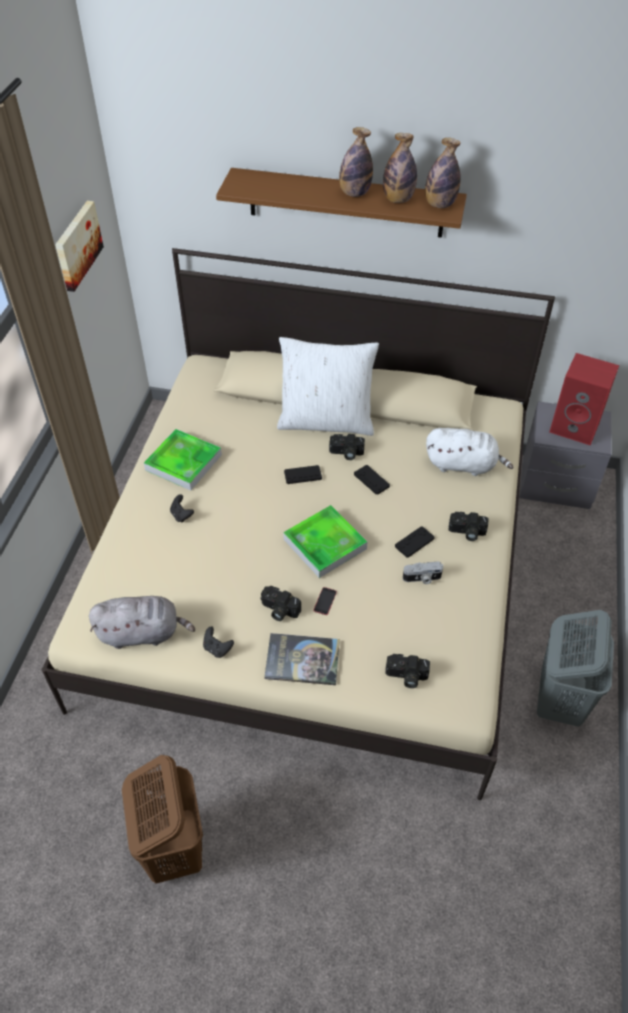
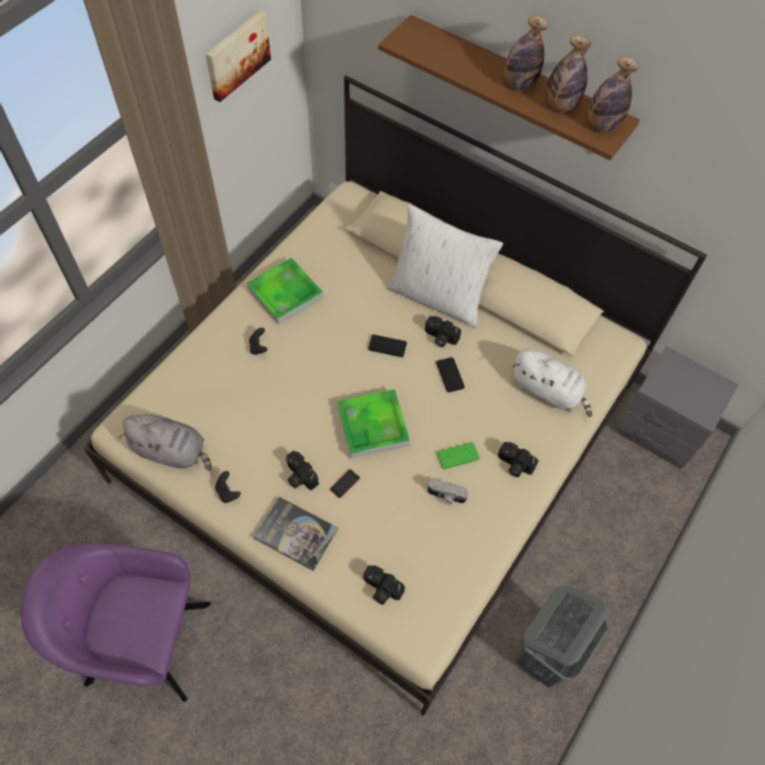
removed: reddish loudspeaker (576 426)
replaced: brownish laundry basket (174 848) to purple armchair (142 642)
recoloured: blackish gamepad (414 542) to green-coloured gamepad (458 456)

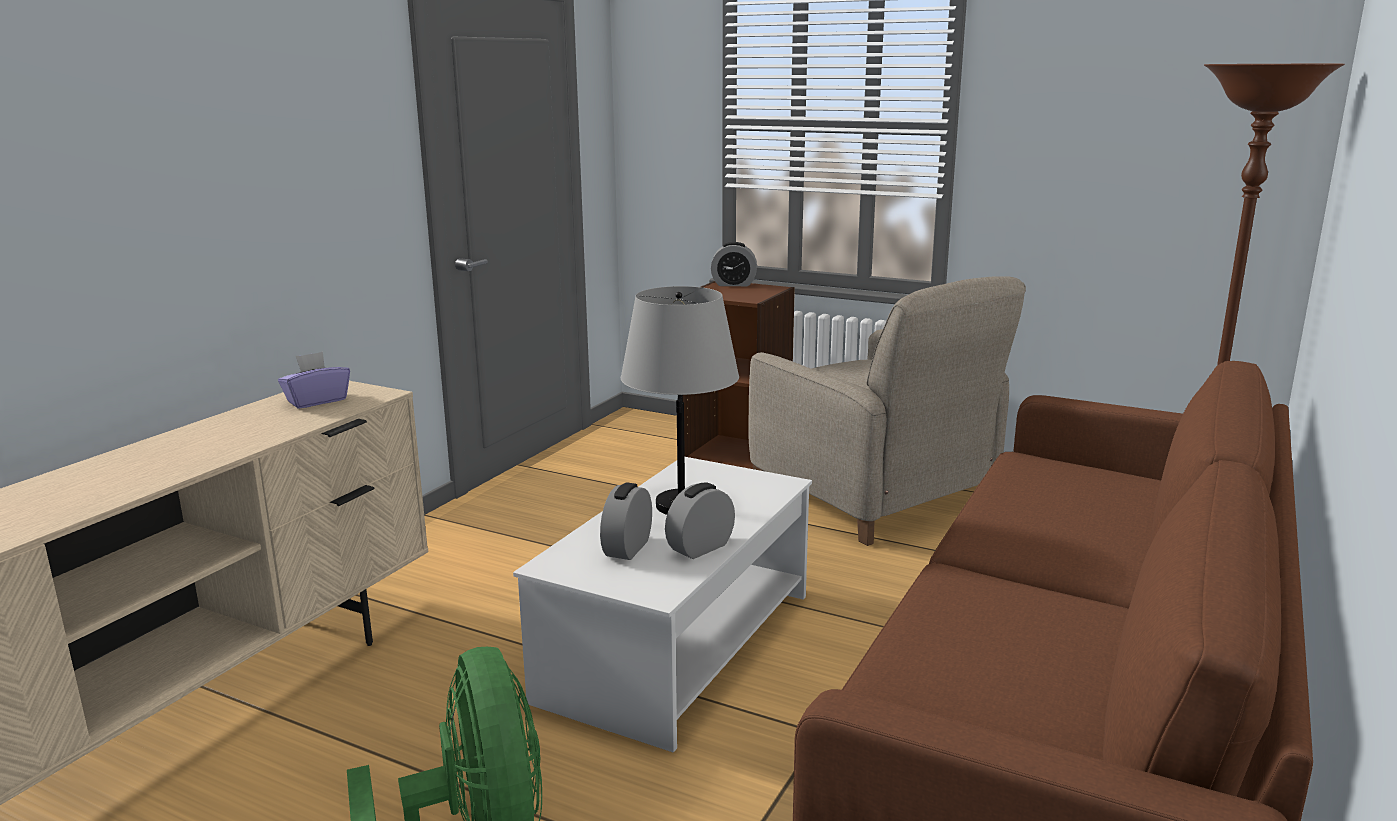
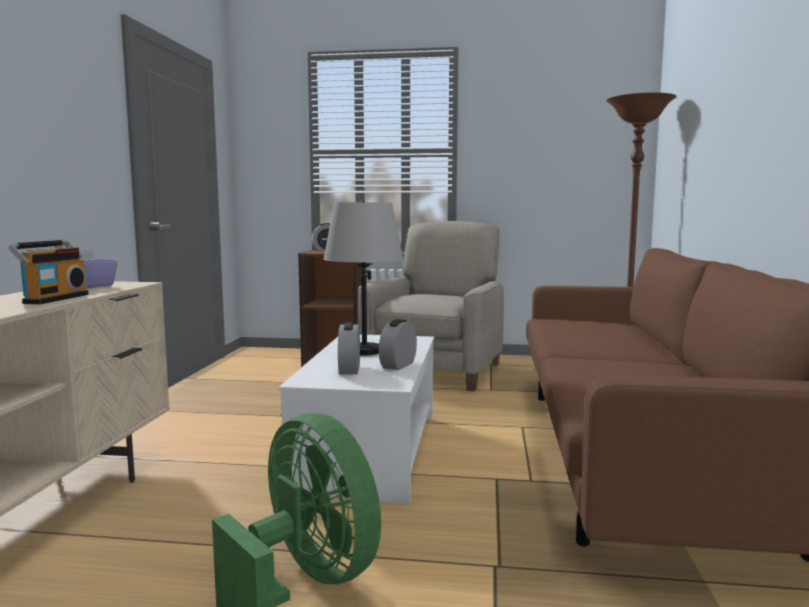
added: radio (54 299)
turned: sand-coloured armchair (875 495) = (435 371) 105 degrees counterclockwise

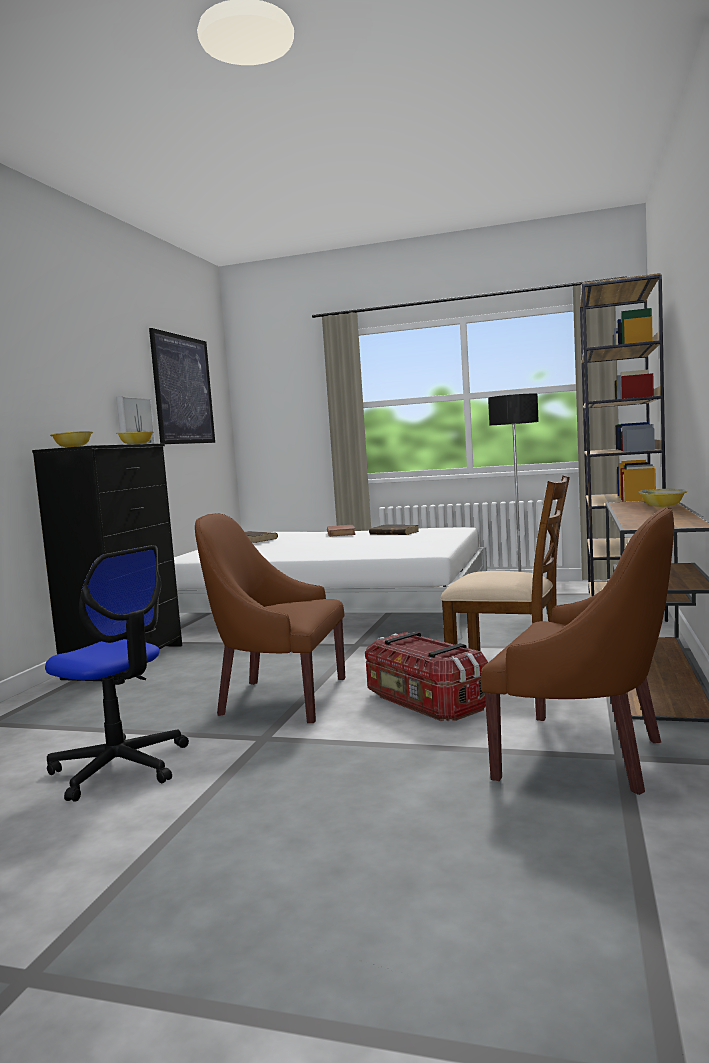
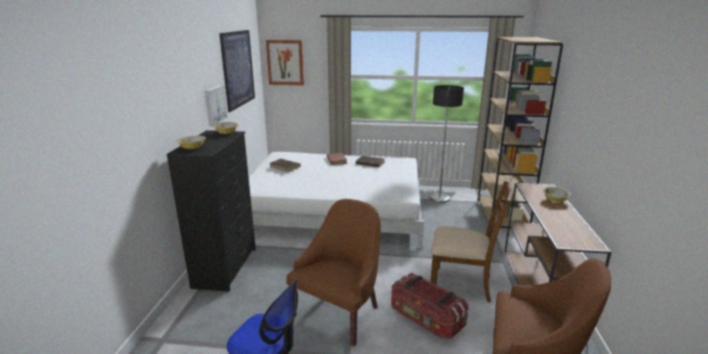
added: wall picture (285 62)
turned: brownish armchair (280 698) = (339 312) 120 degrees clockwise

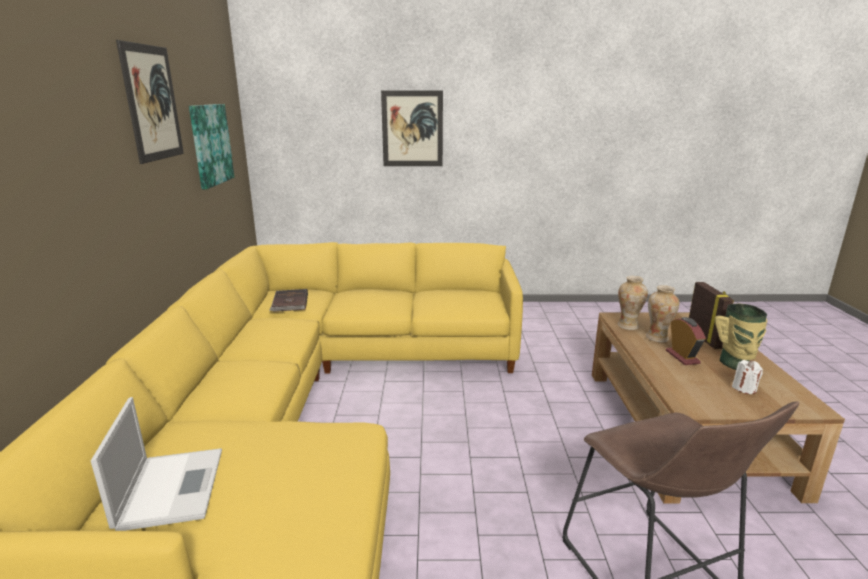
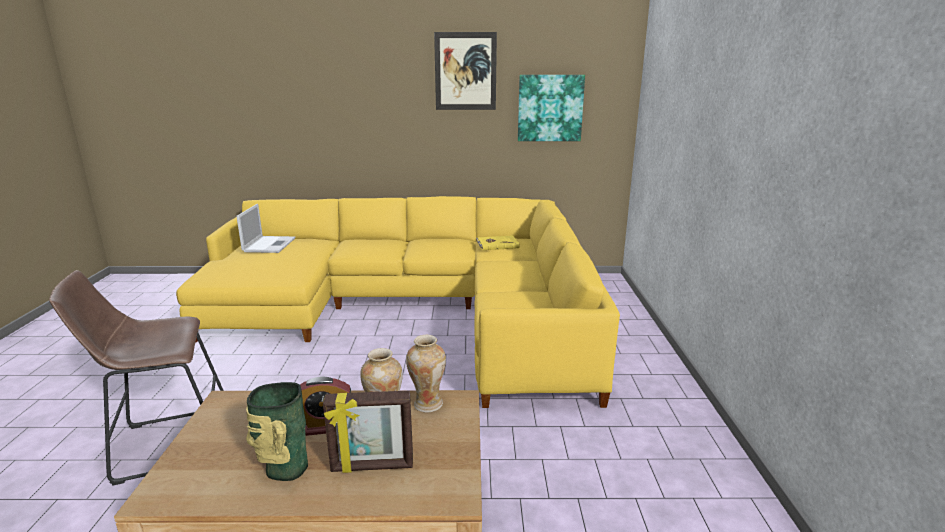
removed: wall picture (412 129); white-coloured wax light (744 388)
recoloured: brownish volume (289 302) to yellow volume (497 244)
turned: notebook computer (171 486) = (269 244) 75 degrees counterclockwise

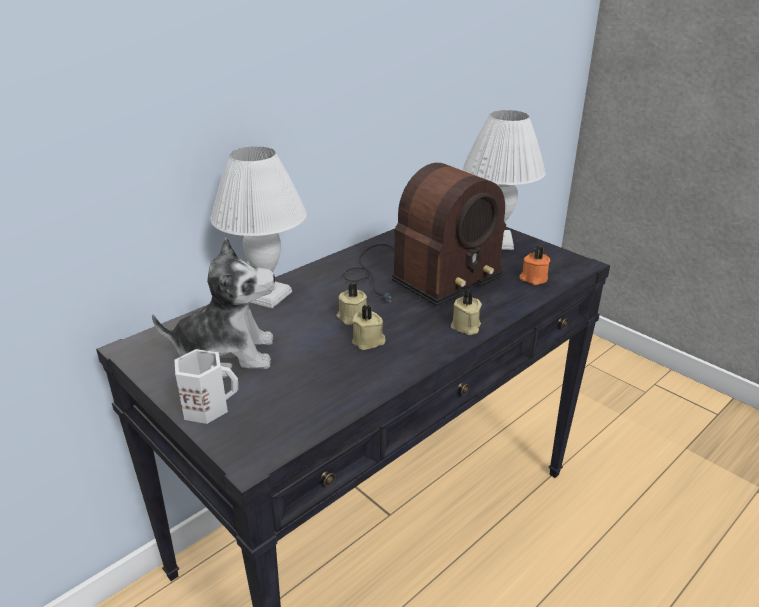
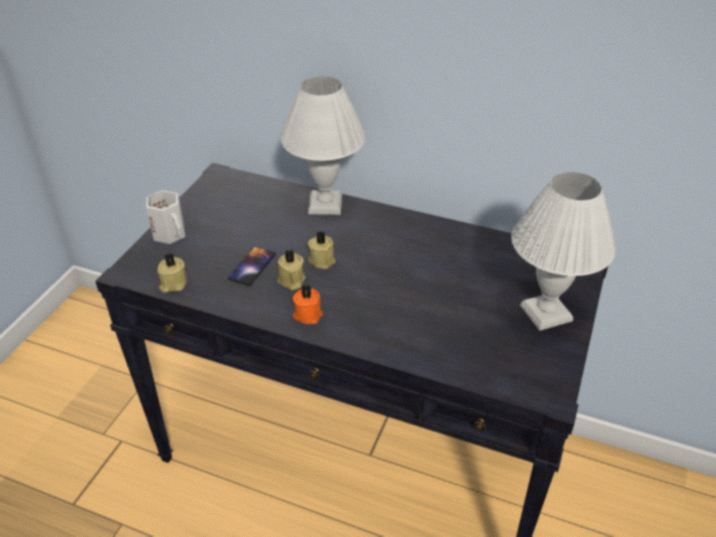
removed: plush toy (227 354); radio (419 277)
added: telephone (252 266)
moved: sand-coloured wax light (465 327) to (173 284); orange wax light (533 278) to (307 314)

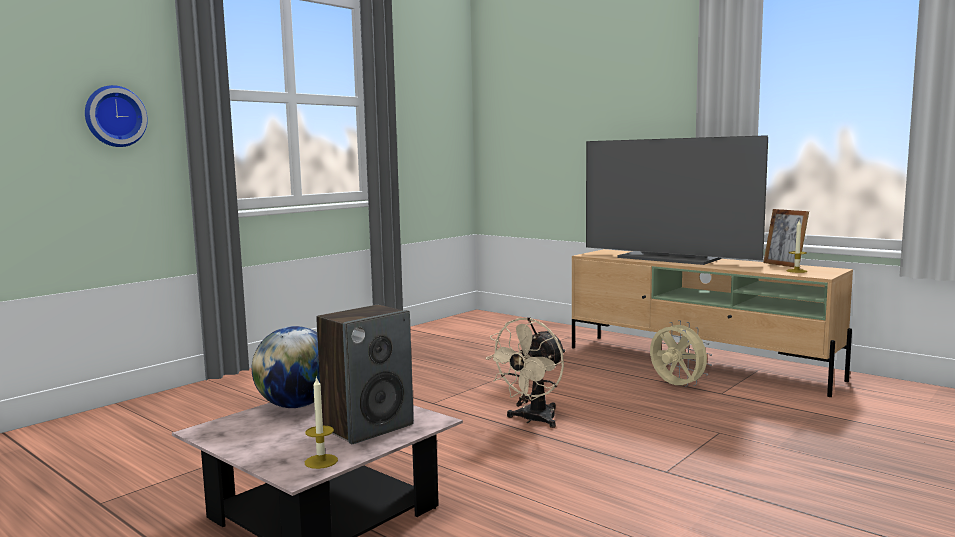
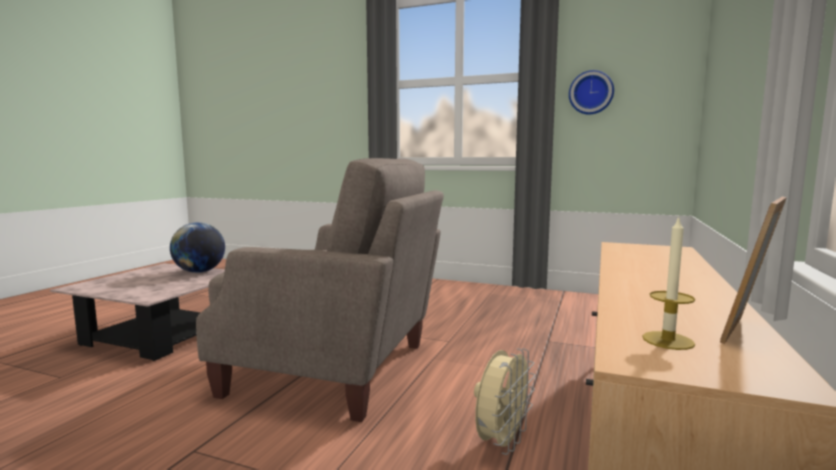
removed: wax light (321 461); loudspeaker (368 427); TV (669 258)
moved: hanging clock (114 116) to (591 93)
replaced: sand-coloured fan (532 420) to sand-coloured armchair (335 369)

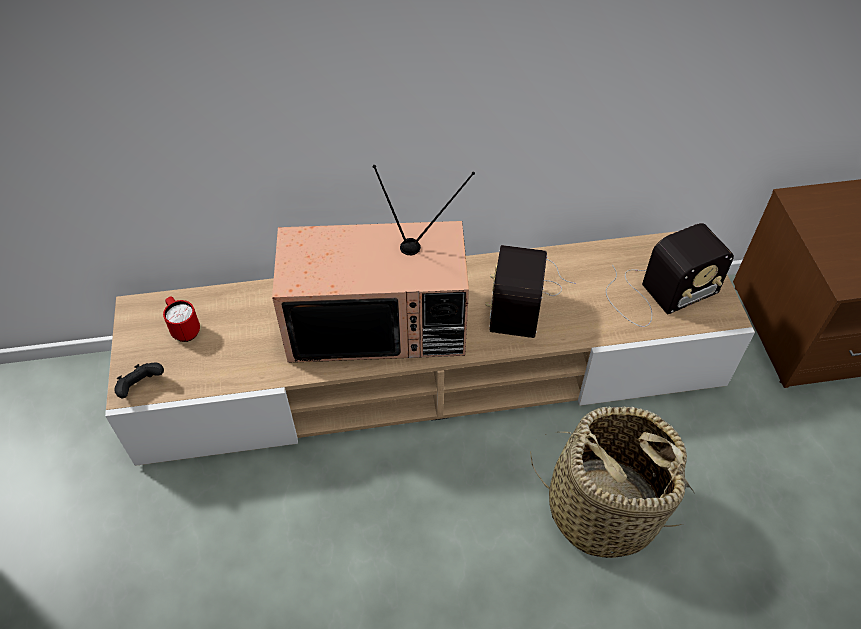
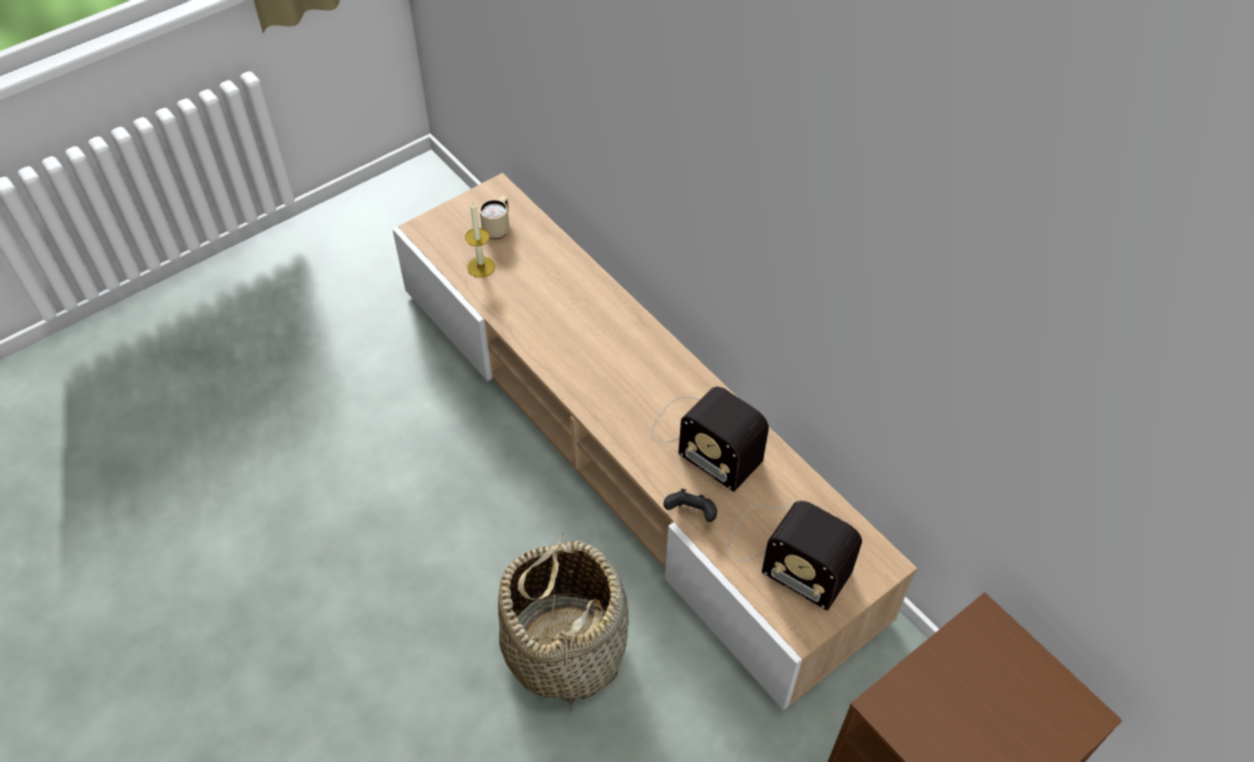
removed: TV (379 322)
added: wax light (481 267)
moved: blackish gamepad (141 387) to (691 513)
recoloured: reddish mug (184 329) to sand-coloured mug (498 228)
turned: radio (523 292) = (703 439) 120 degrees counterclockwise

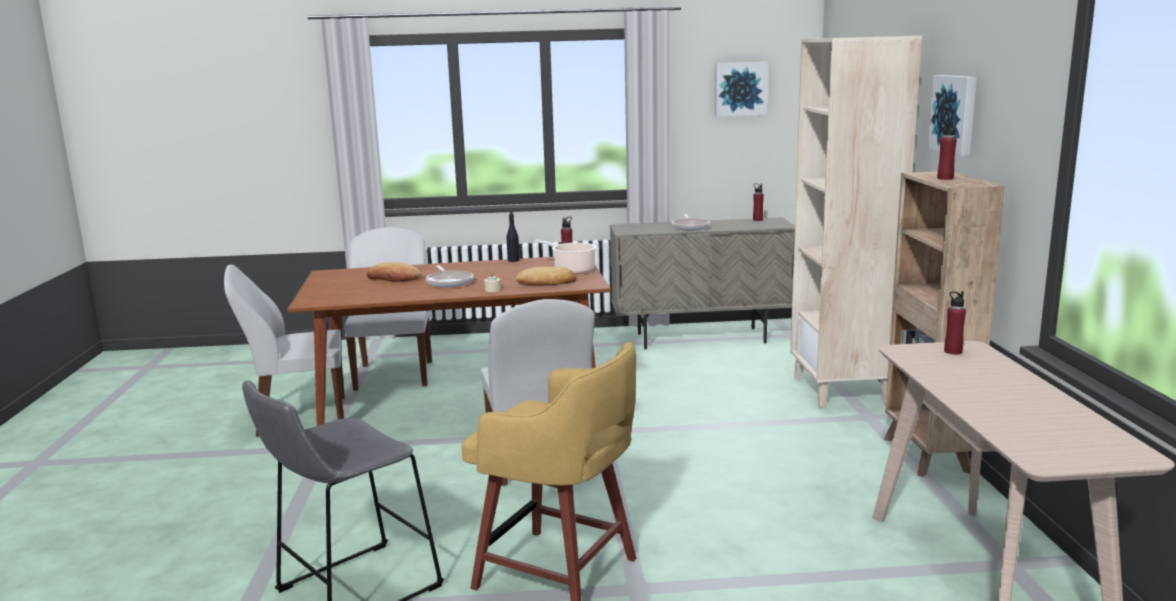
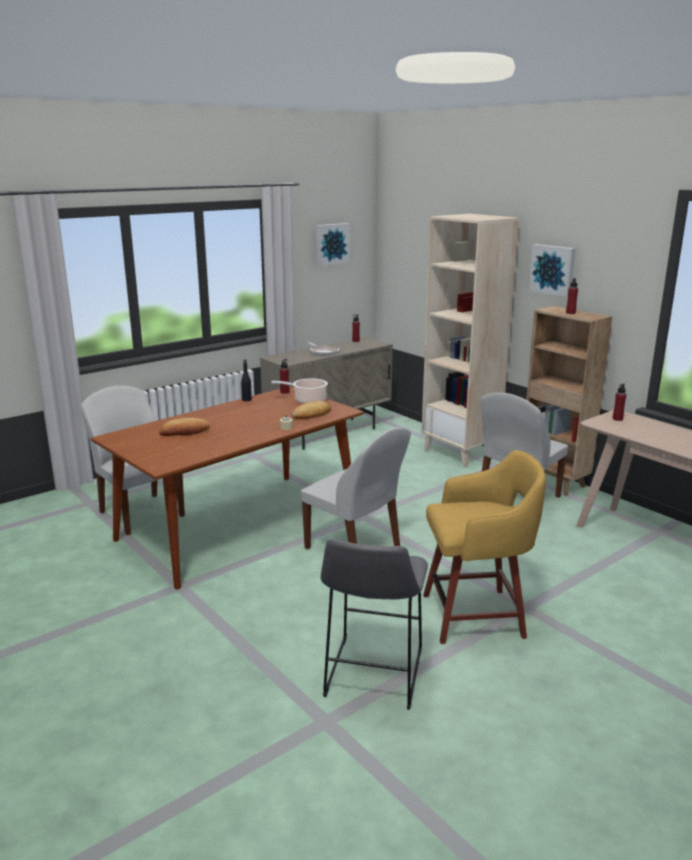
removed: skillet (449 282)
moved: white-coloured plain chair (298 417) to (517 499)

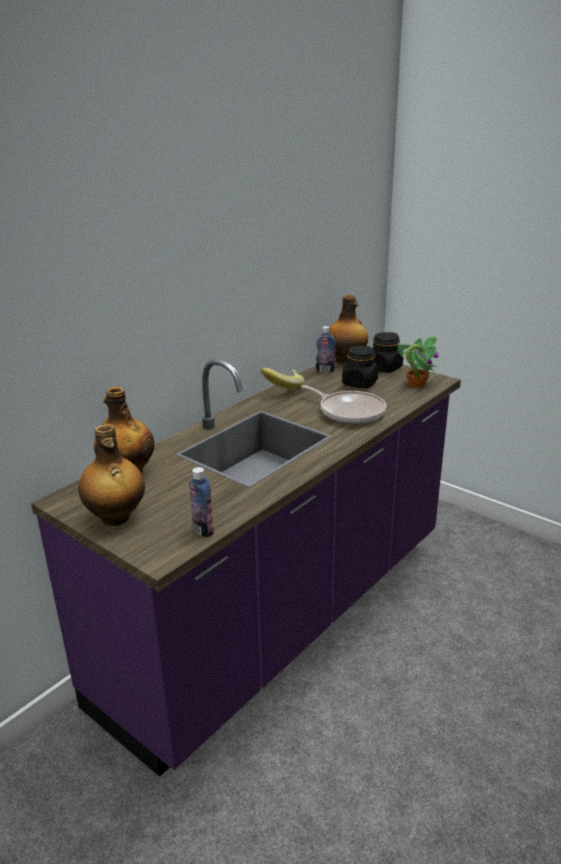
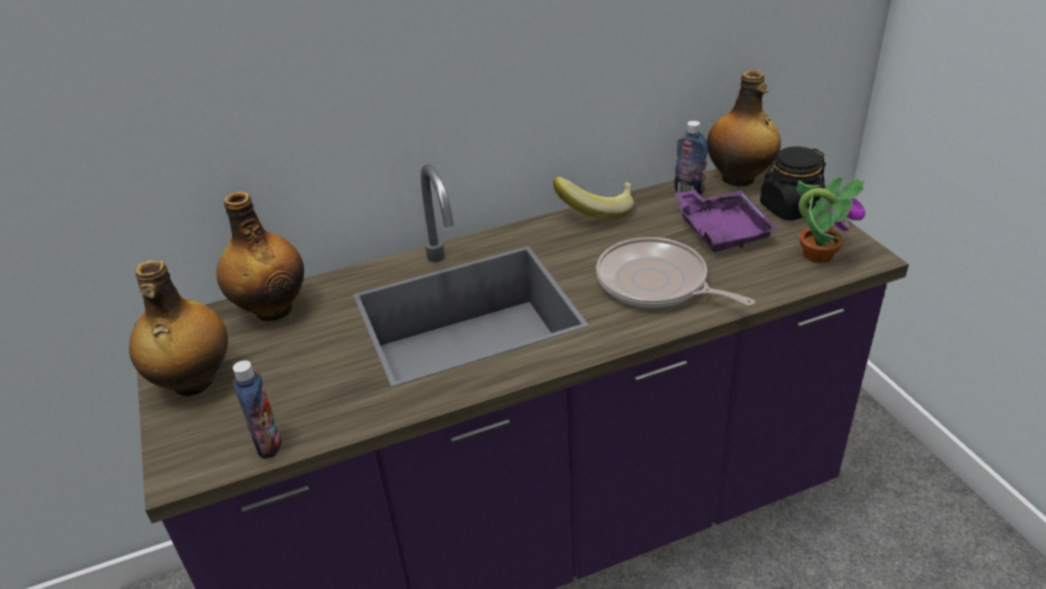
replaced: blackish jar (359 383) to purple carrying tray (721 230)
turned: skillet (349 411) = (656 284) 150 degrees clockwise

